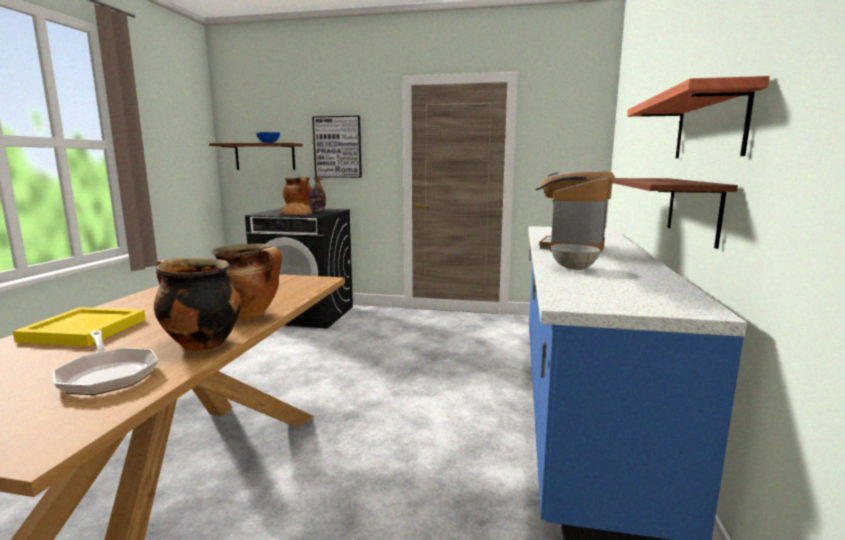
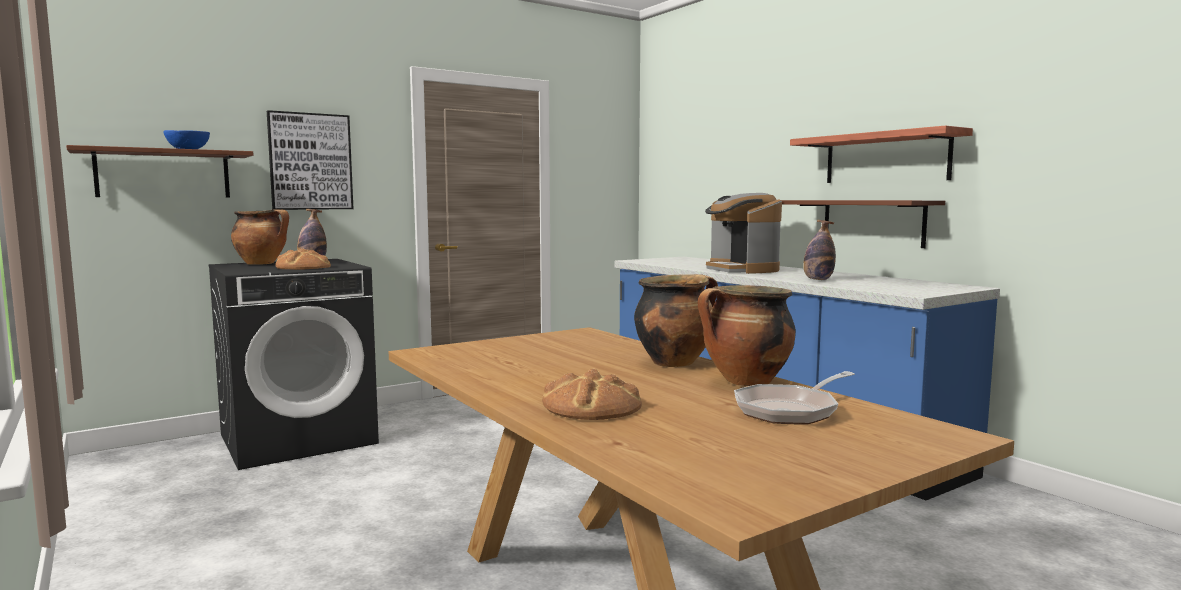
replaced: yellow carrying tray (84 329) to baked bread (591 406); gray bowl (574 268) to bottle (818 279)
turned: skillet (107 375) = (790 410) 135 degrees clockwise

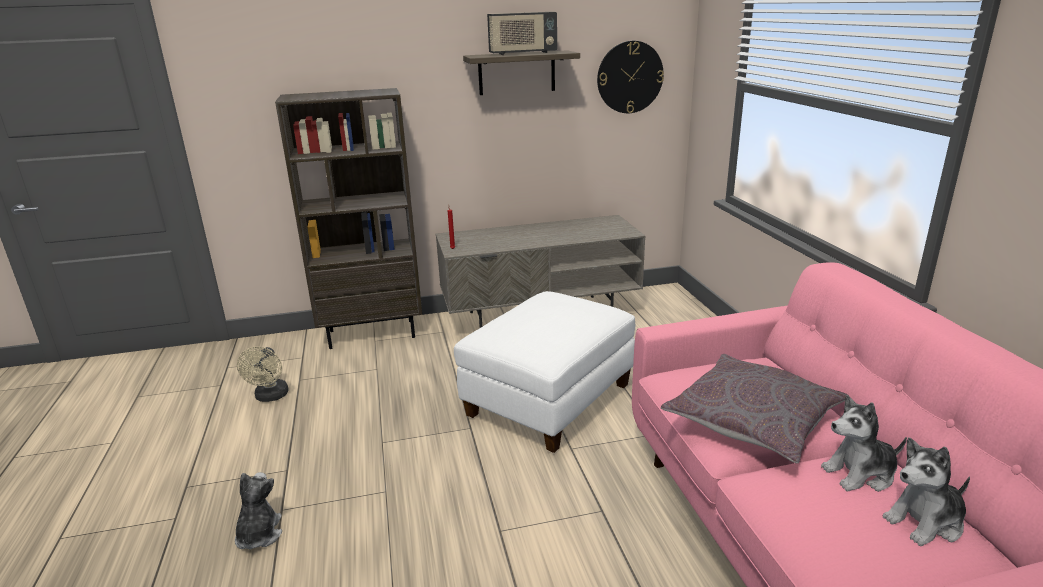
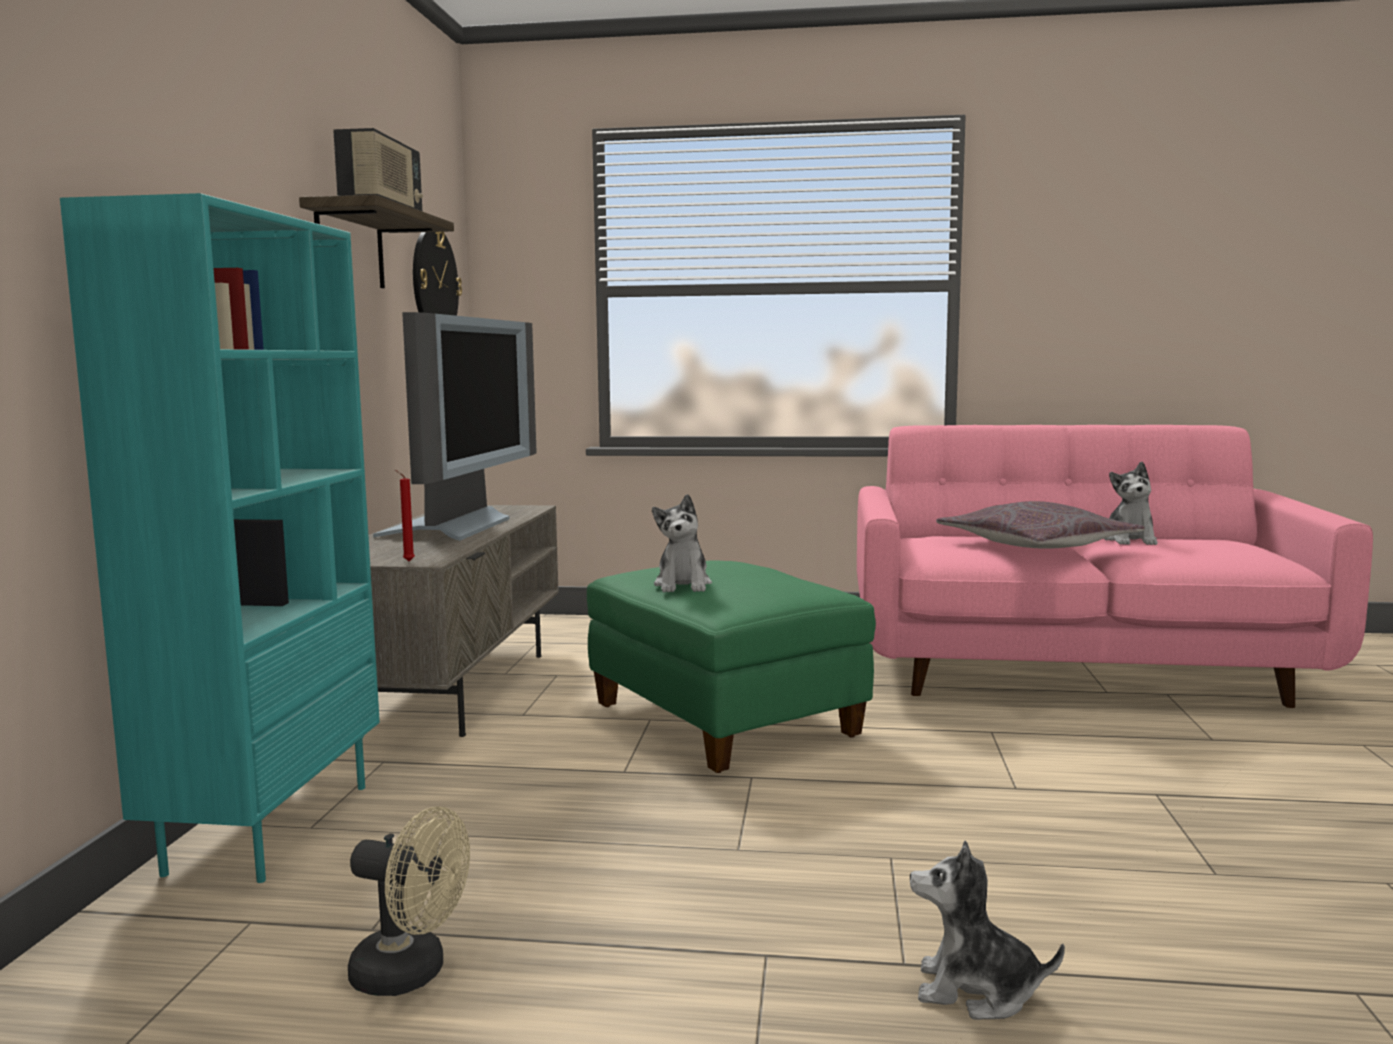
added: TV (454 528)
moved: plush toy (925 522) to (683 585)
recoloured: brownish bookcase (372 333) to turquoise bookcase (269 826); white-coloured footrest (549 402) to green-coloured footrest (725 721)

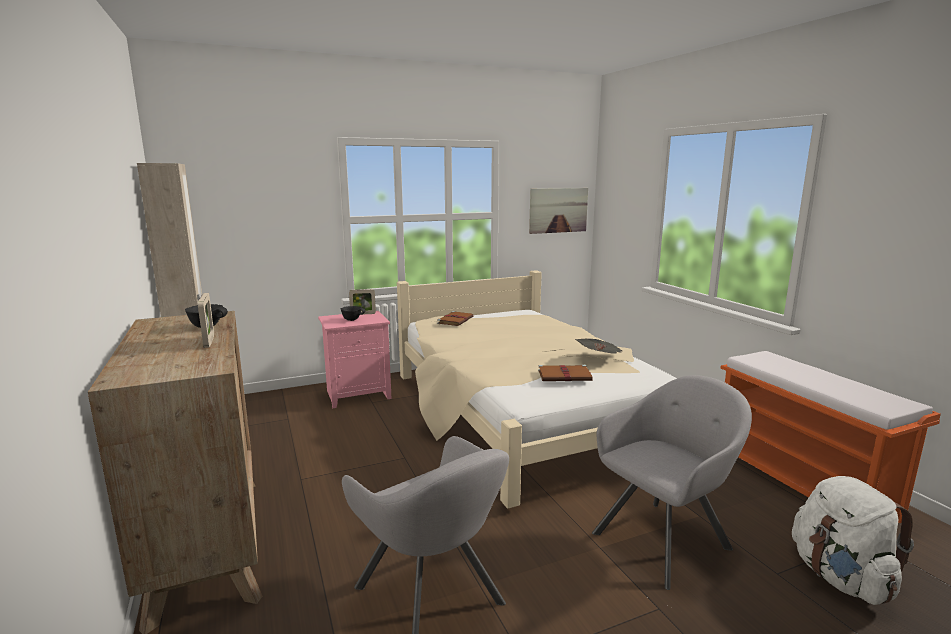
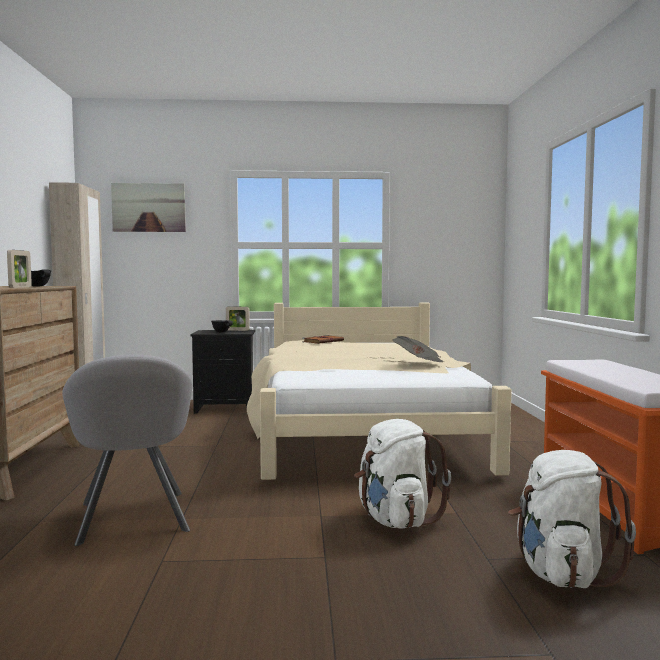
removed: brownish volume (565 376)
moved: wall picture (558 210) to (149 207)
replaced: gray armchair (665 538) to white-coloured backpack (396 520)
recoloured: pink bedside table (358 394) to blackish bedside table (226 408)

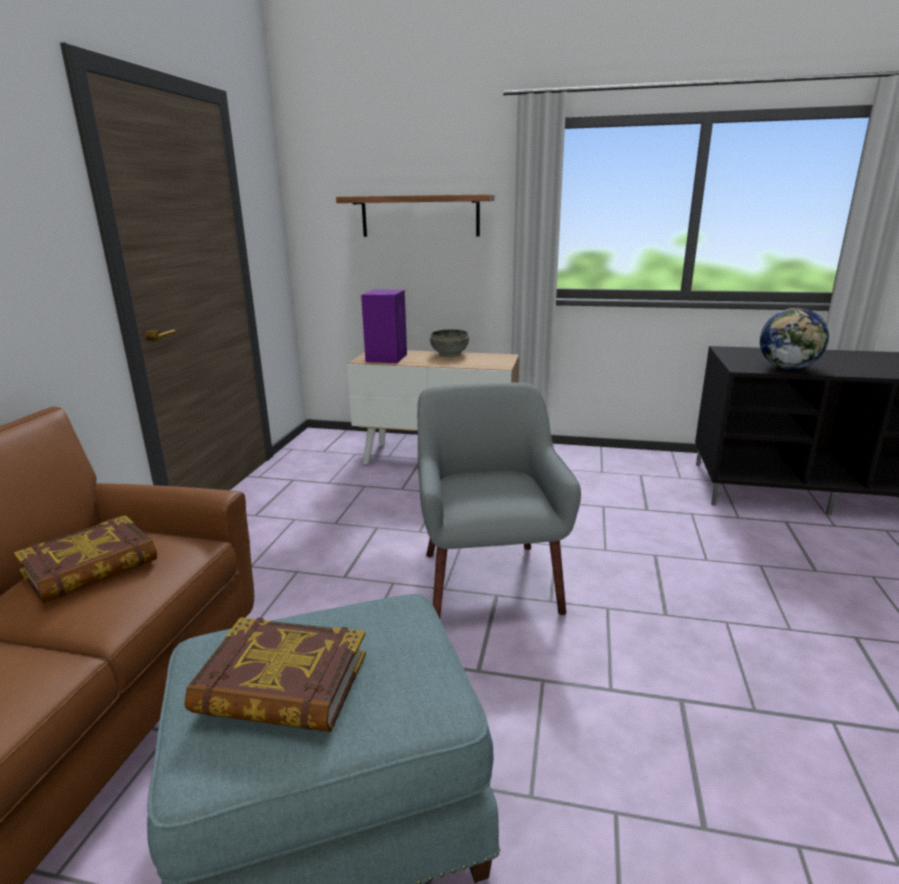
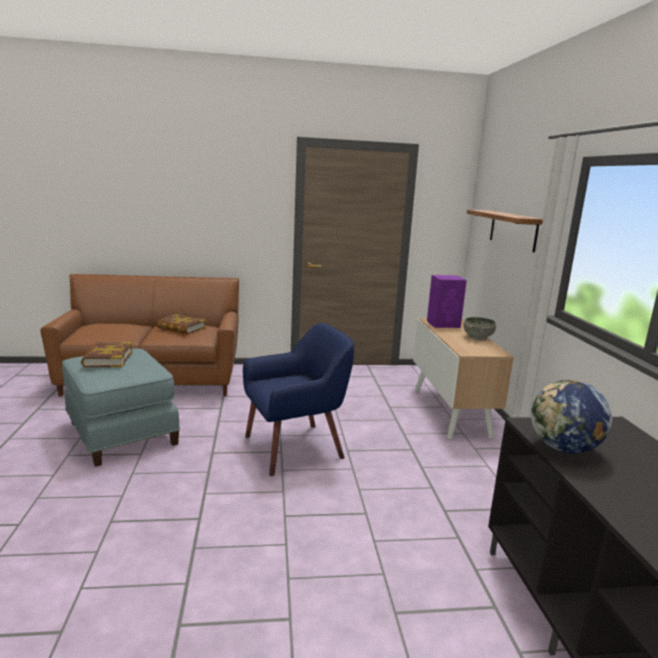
recoloured: gray armchair (488 580) to blue-coloured armchair (295 447)

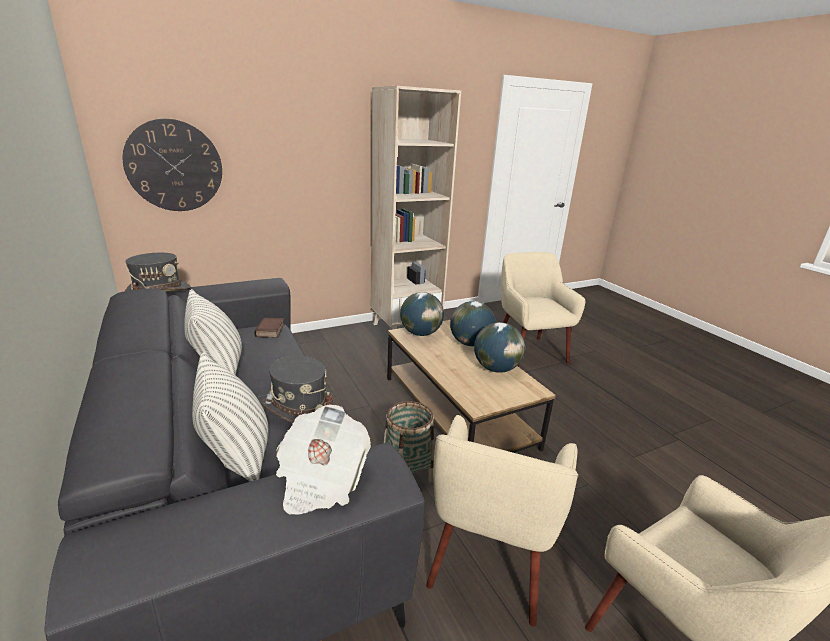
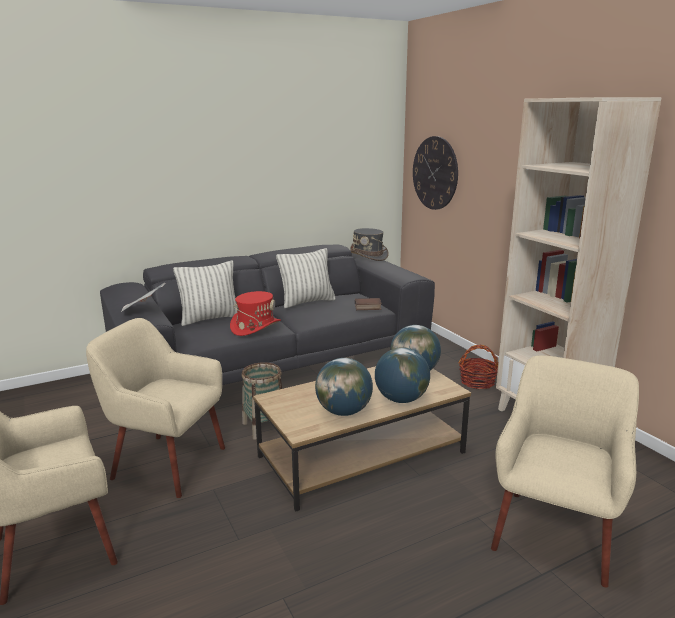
added: household basket (477 382)
recoloured: gray wearable hat (299 408) to reddish wearable hat (255 327)
turned: sand-coloured armchair (528 352) = (554 533) 45 degrees counterclockwise

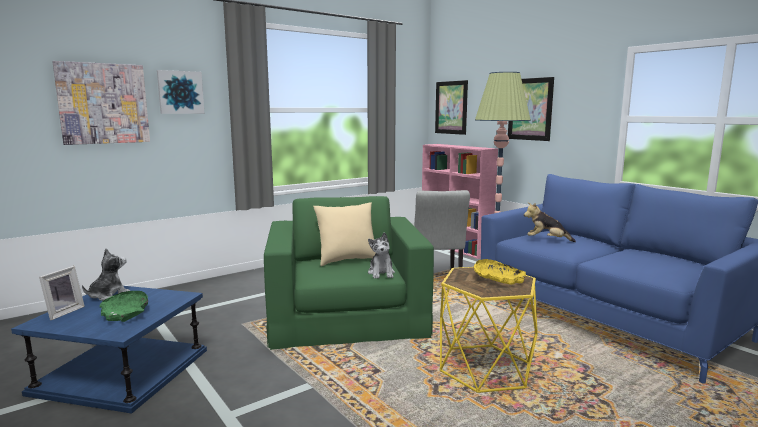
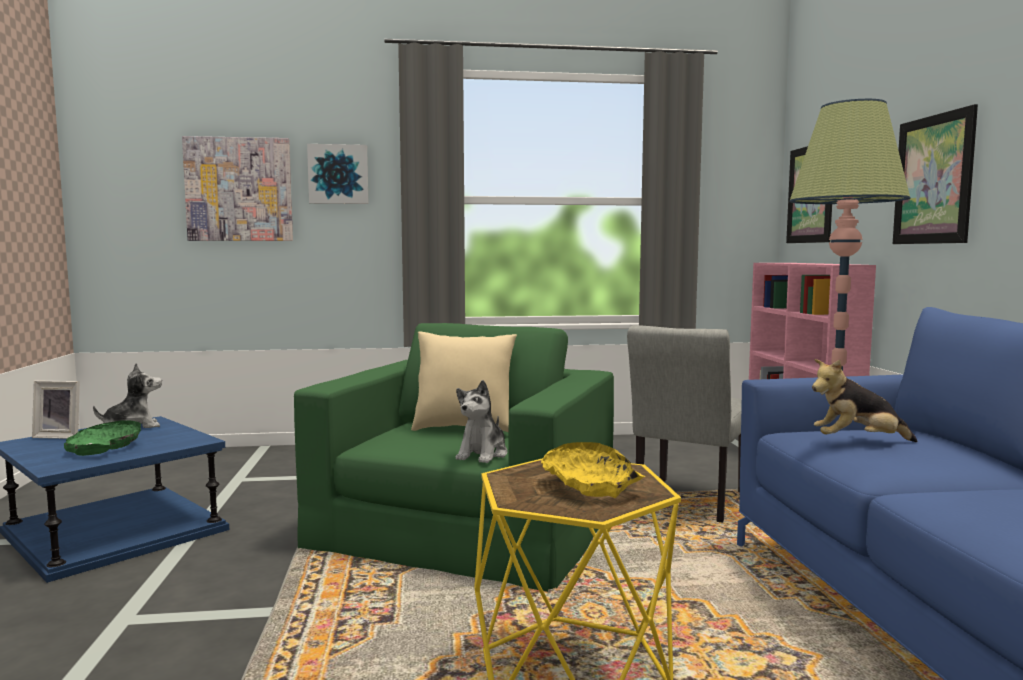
turned: photo frame (63 312) = (61 436) 45 degrees clockwise; plush toy (546 240) = (858 442) 45 degrees counterclockwise

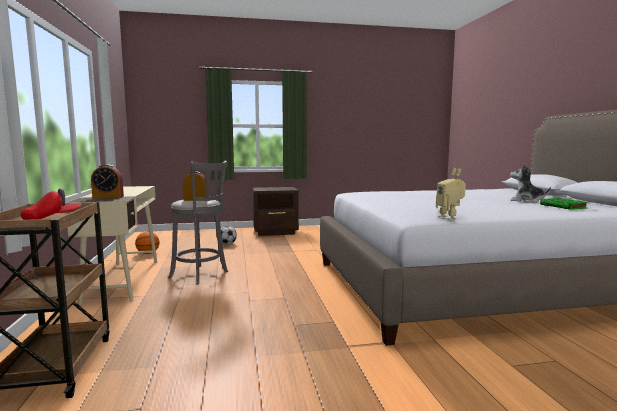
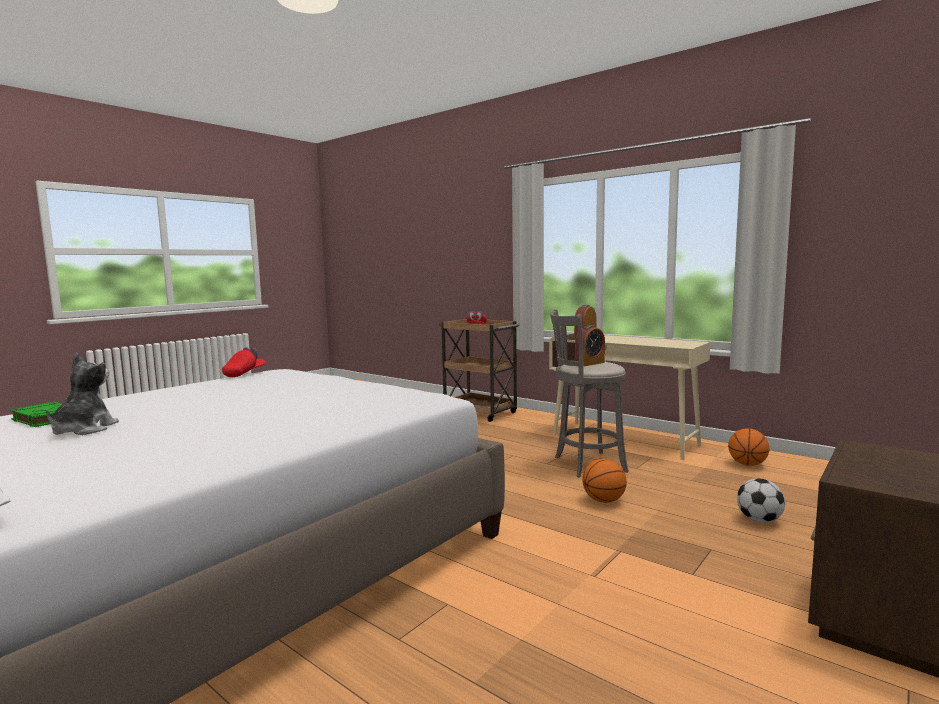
added: basketball (604 501)
replaced: toy robot (449 217) to reddish baseball cap (244 374)
turned: plush toy (526 201) = (83 430) 75 degrees counterclockwise

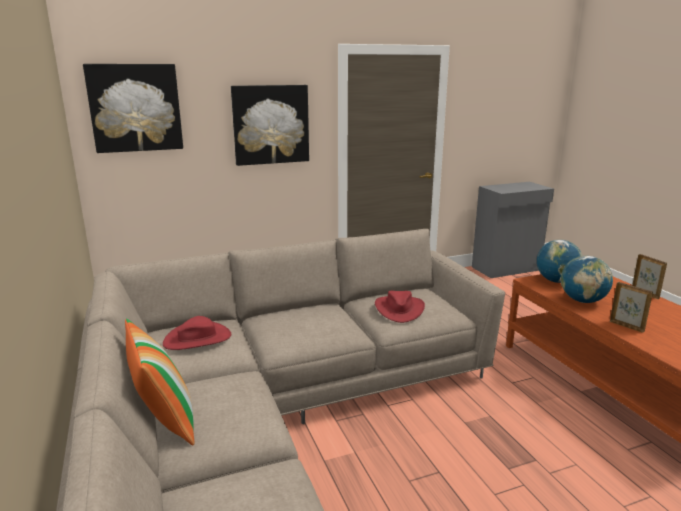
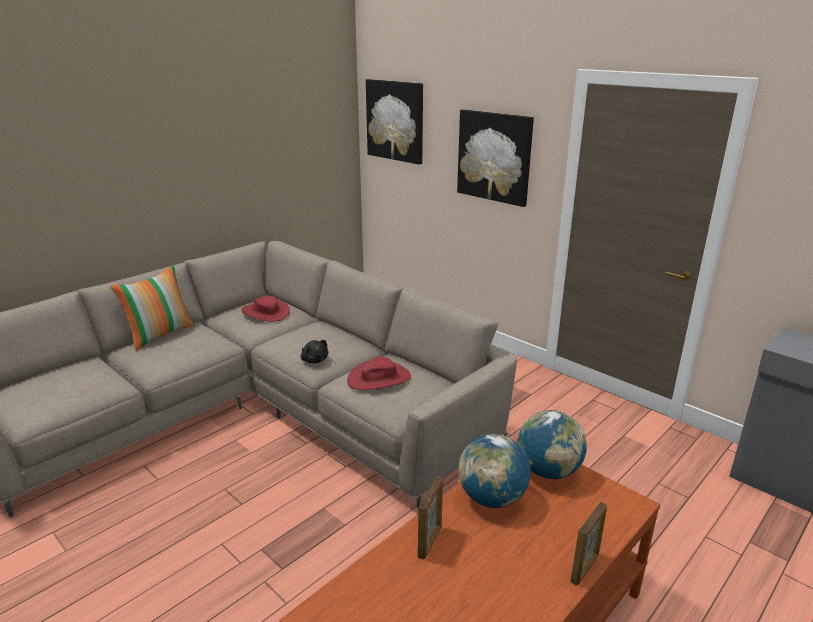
added: blackish plush toy (314 360)

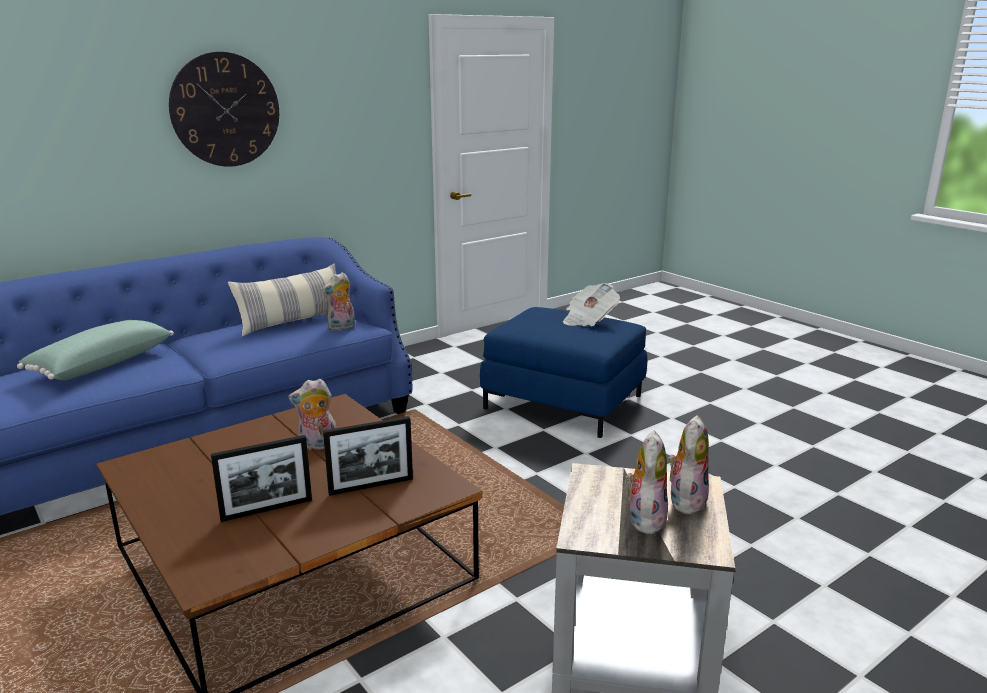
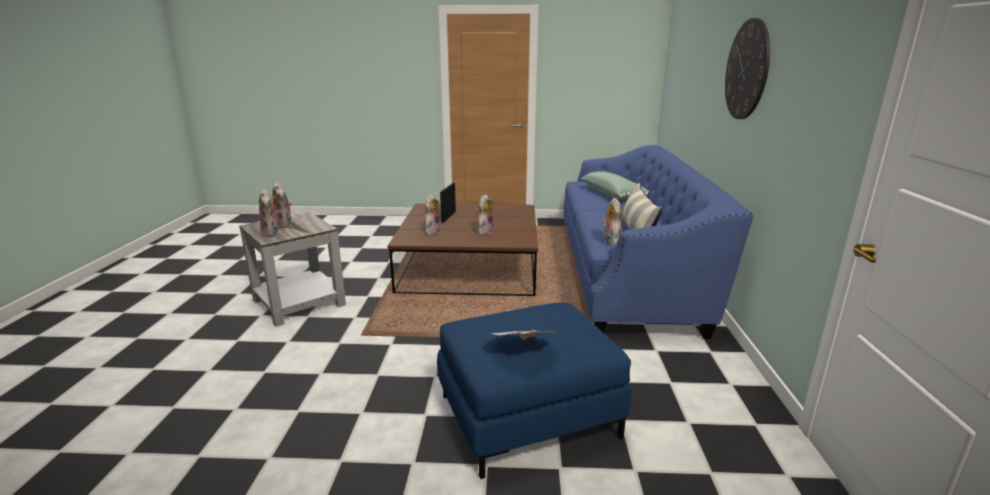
replaced: photo frame (371 486) to plush toy (431 231)

